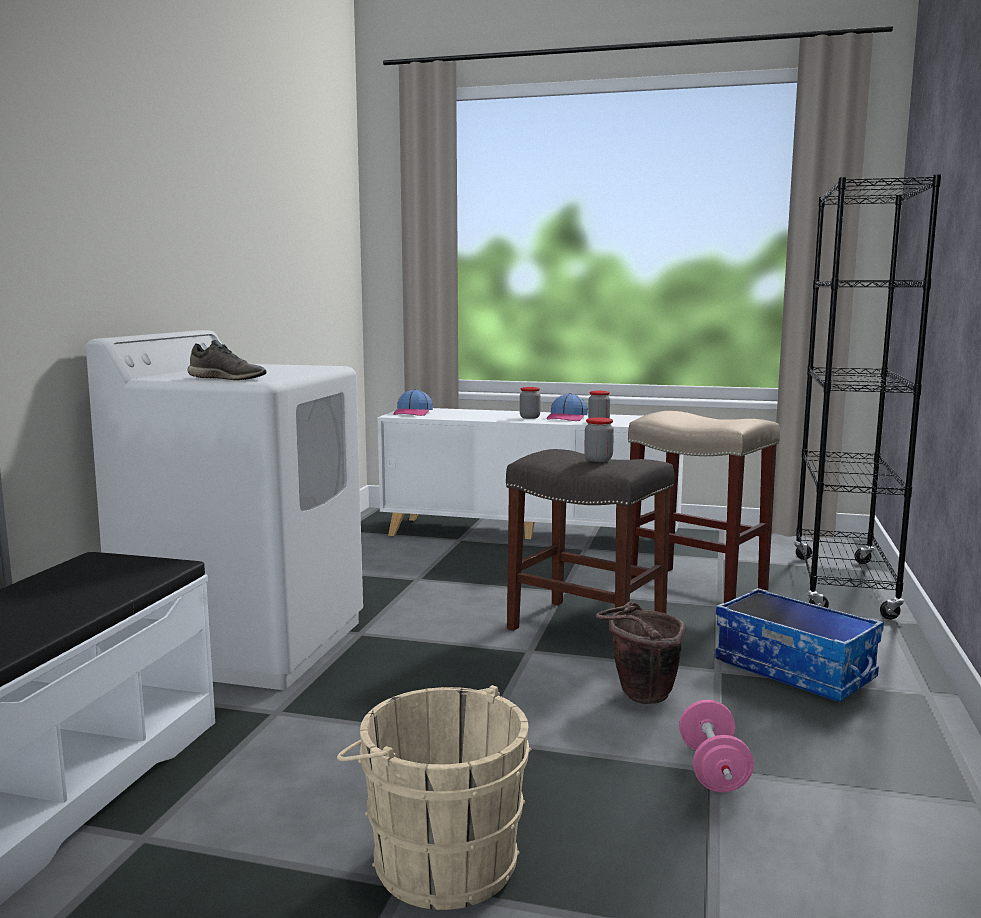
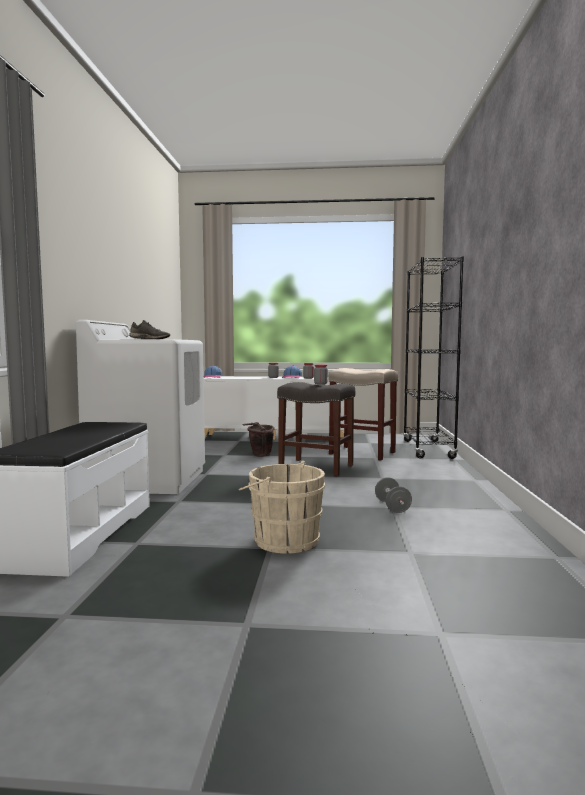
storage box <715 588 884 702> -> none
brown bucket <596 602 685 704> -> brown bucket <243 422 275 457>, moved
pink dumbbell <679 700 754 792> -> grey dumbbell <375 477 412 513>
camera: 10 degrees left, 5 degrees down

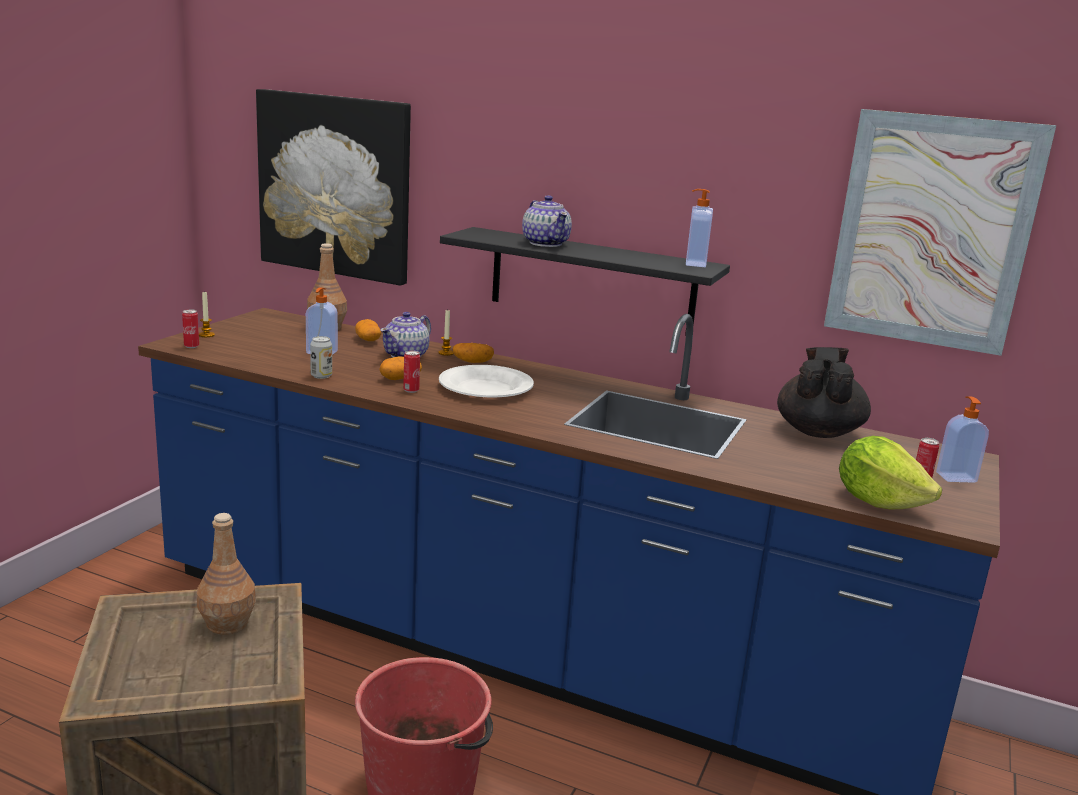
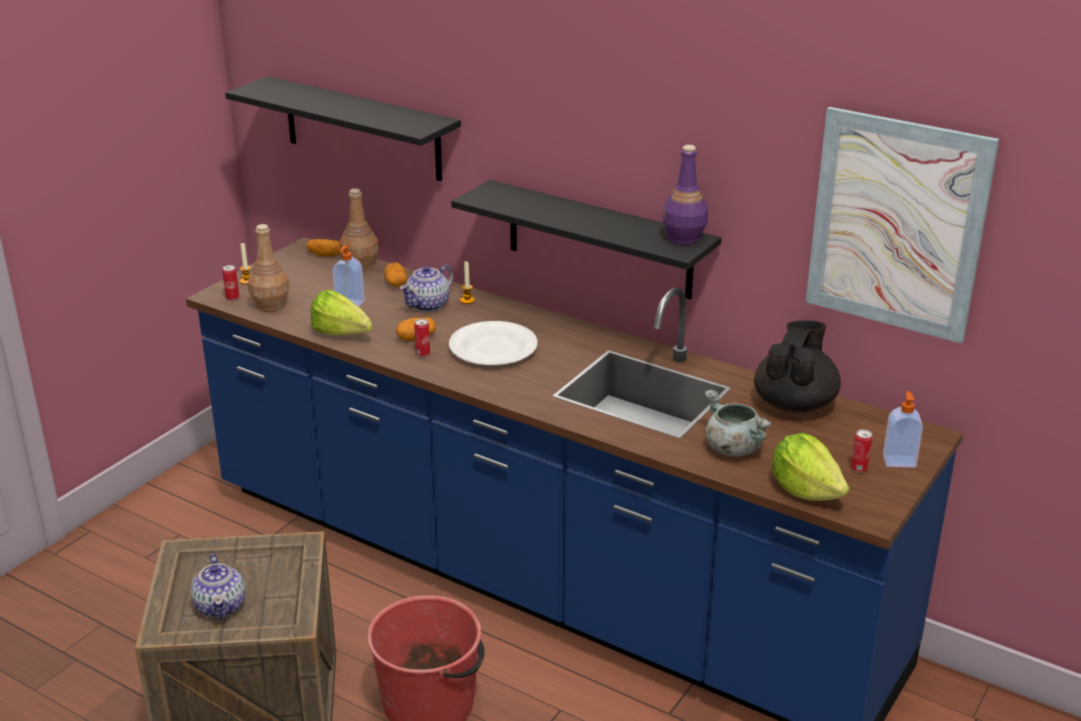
picture <256 89 411 286> -> black shelf <225 76 461 181>
soap dispenser <686 189 713 267> -> purple bottle <662 145 708 245>
teapot <522 195 572 247> -> teapot <191 554 246 619>, moved
can <310 336 332 379> -> lettuce <311 289 373 335>
potato <453 343 494 363> -> potato <306 239 340 257>, moved
brown bottle <197 513 256 635> -> brown bottle <248 224 289 311>, moved
none -> grey cooking pot <704 390 772 456>
camera: 10 degrees right, 10 degrees up

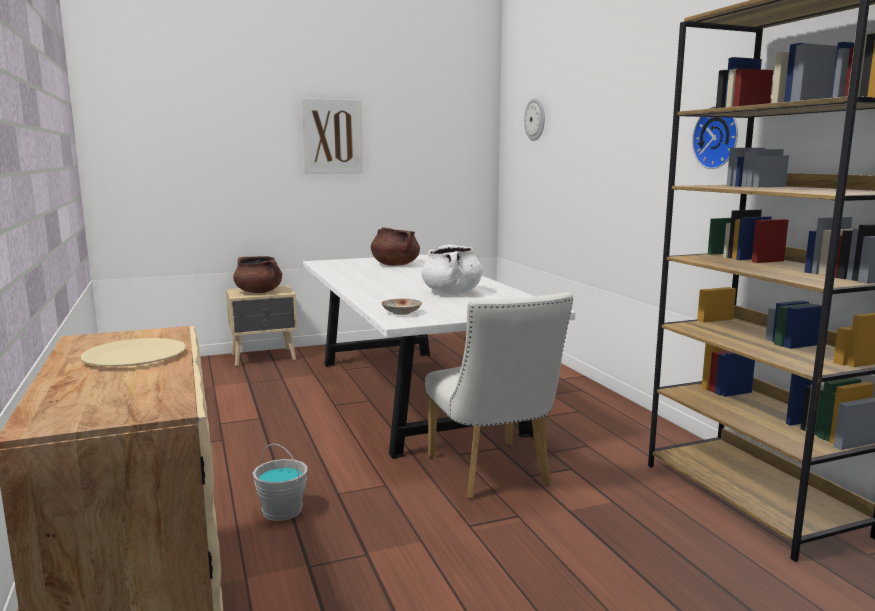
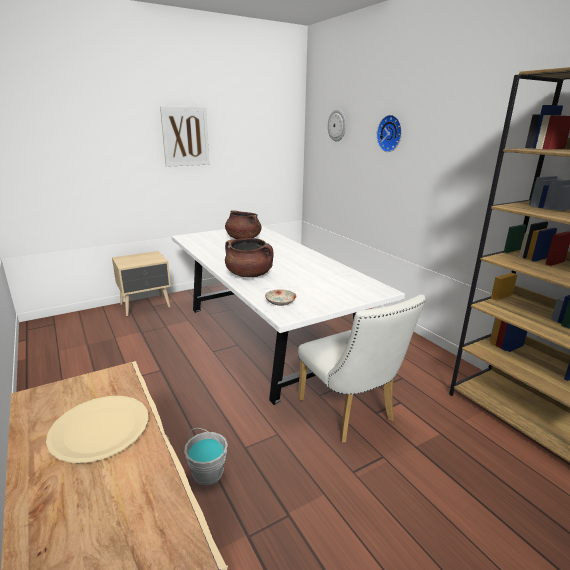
wall clock <692 106 738 169> -> wall clock <376 115 402 152>, moved
white cooking pot <422 245 483 294> -> none
brown cooking pot <233 256 282 293> -> brown cooking pot <225 238 274 277>, moved
camera: 10 degrees left, 10 degrees up

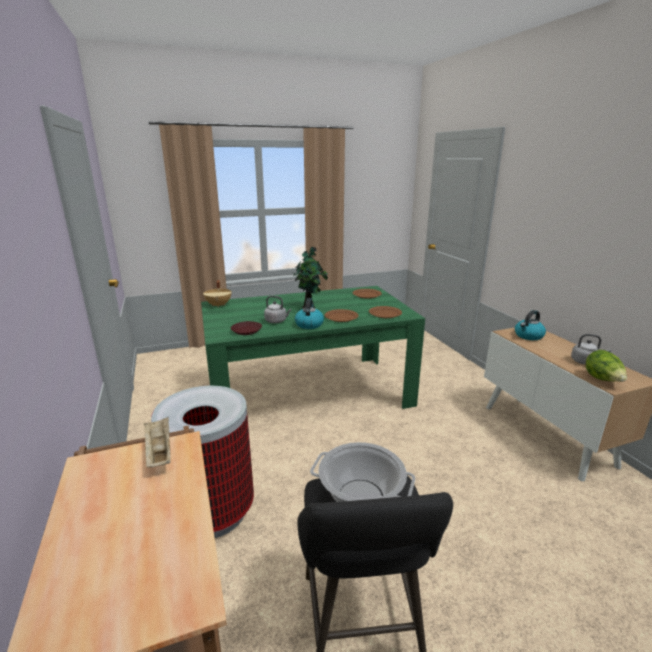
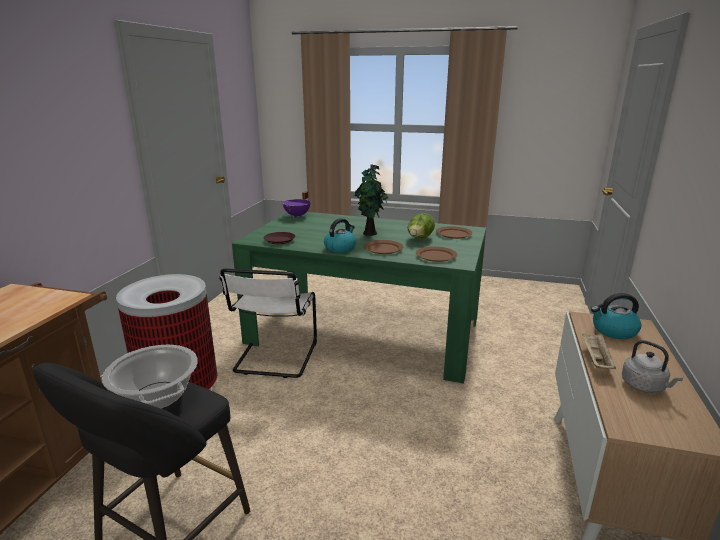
beige cooking pot <203 280 231 308> -> purple cooking pot <283 191 311 218>
grey kettle <264 296 291 323> -> none
lettuce <586 350 627 382> -> lettuce <408 213 435 239>, moved
beige tray <144 417 171 468> -> beige tray <582 334 616 369>, moved
none -> white chair <220 269 317 378>
camera: 35 degrees right, 0 degrees up

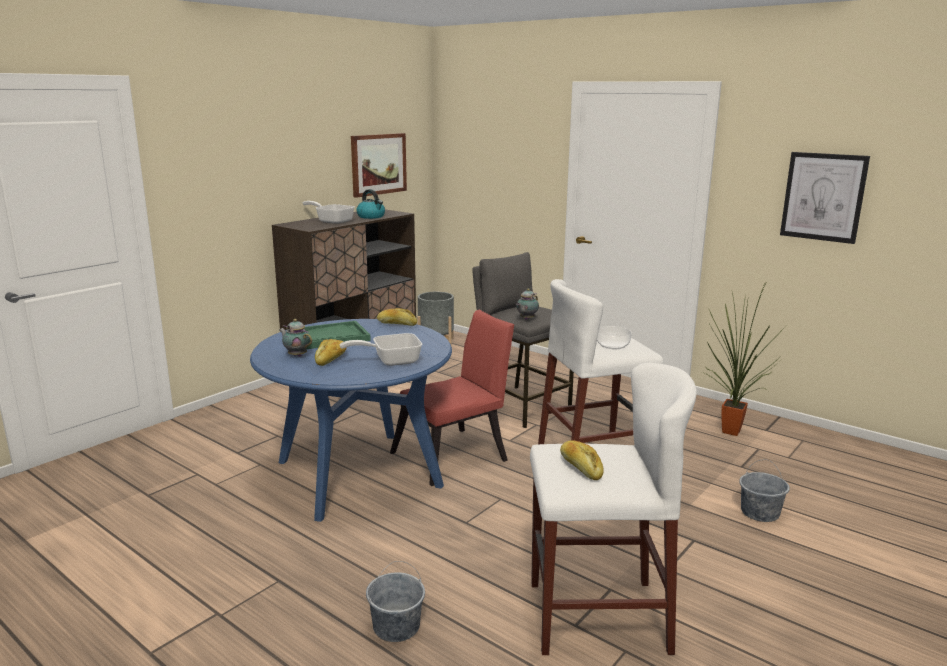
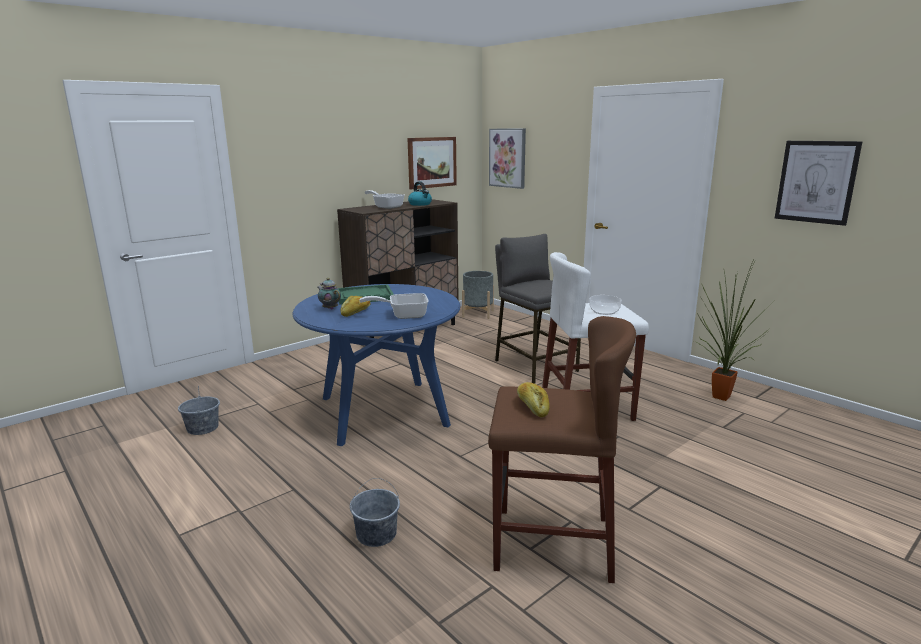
teapot <516 288 539 320> -> none
bread <377 308 417 326> -> none
red chair <390 310 514 486> -> none
white stool <530 363 696 655> -> brown stool <488 316 636 583>
grey bucket <739 460 790 522> -> grey bucket <178 386 220 435>, moved
none -> picture <489 129 526 189>
camera: 10 degrees right, 0 degrees up

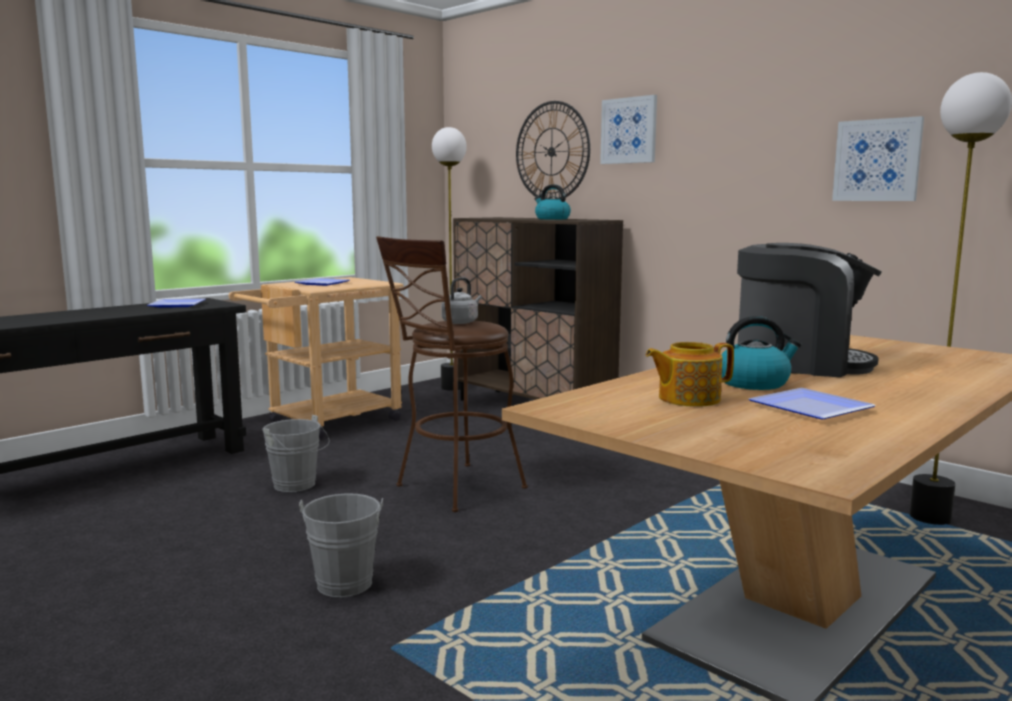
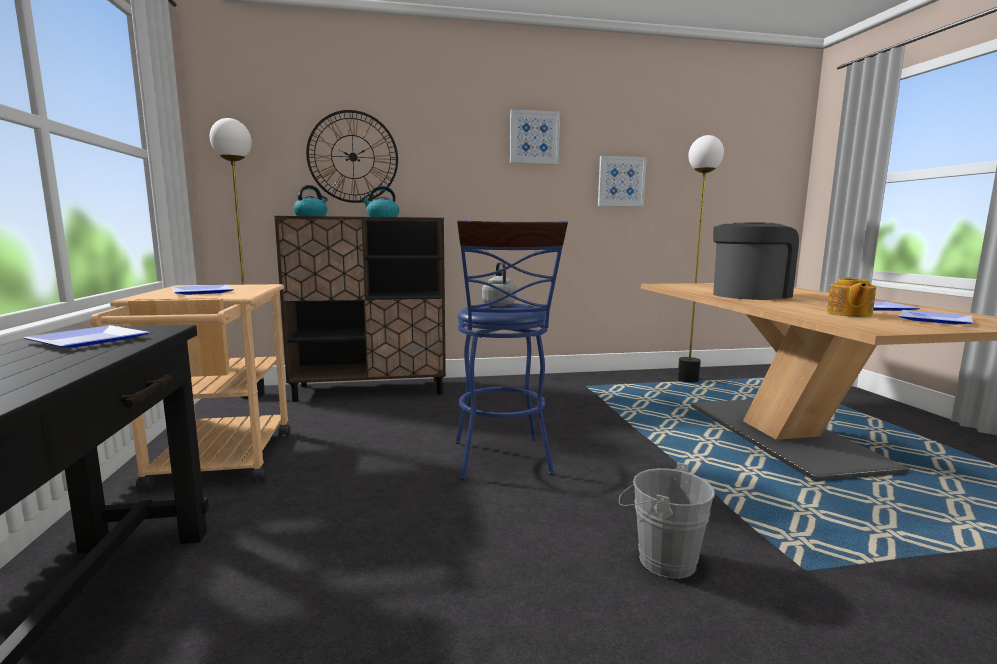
picture <600 95 657 164> -> picture <510 109 560 164>, moved
brown stool <376 236 528 512> -> blue stool <455 220 568 480>
kettle <721 316 801 390> -> kettle <293 185 328 216>, moved
grey bucket <262 415 330 492> -> none
none -> plate <898 310 973 324>
camera: 55 degrees left, 0 degrees up

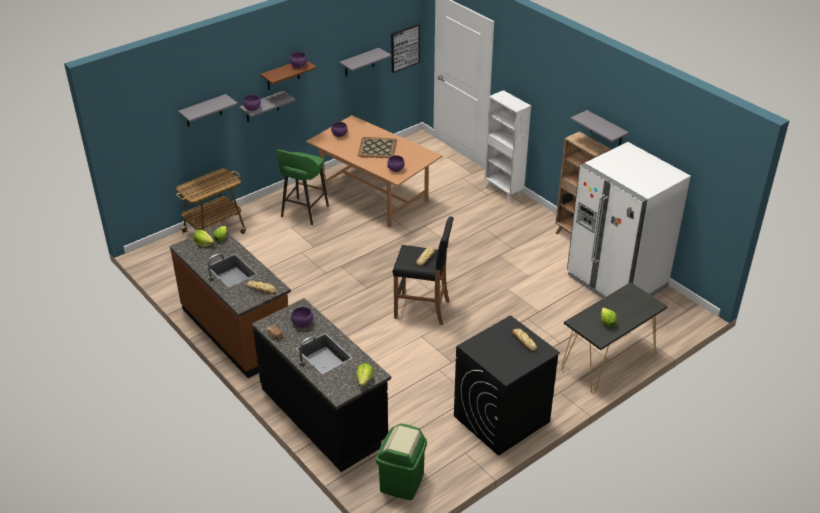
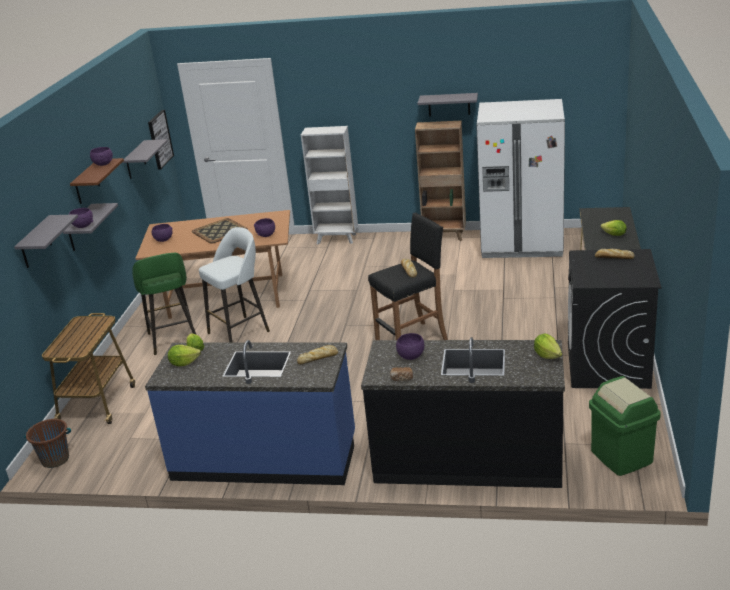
brown counter <170 225 291 378> -> blue counter <145 340 355 485>
none -> white stool <199 227 270 343>
none -> brown bucket <24 419 71 468>
camera: 40 degrees left, 10 degrees down

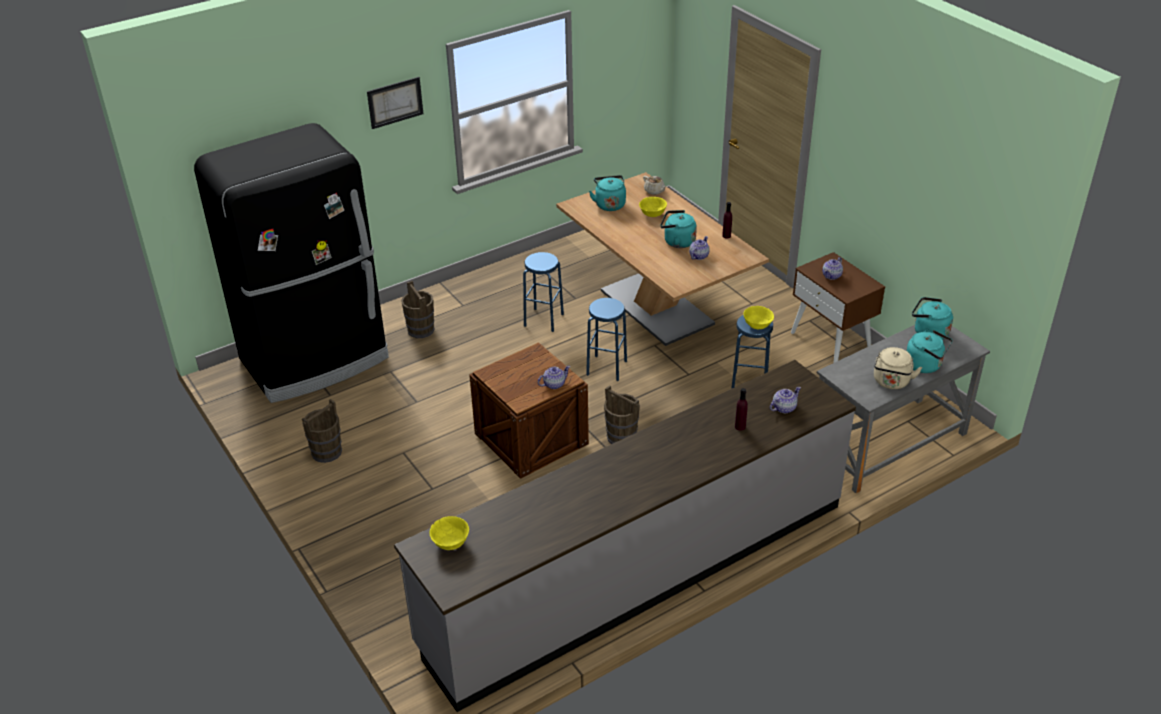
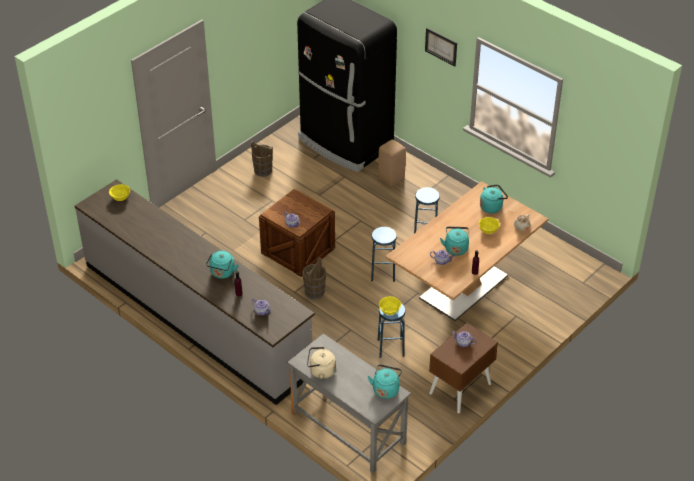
brown bucket <401 281 434 338> -> beige stool <378 140 406 187>
turquoise kettle <906 330 952 373> -> turquoise kettle <206 251 239 279>, moved
camera: 75 degrees right, 5 degrees up

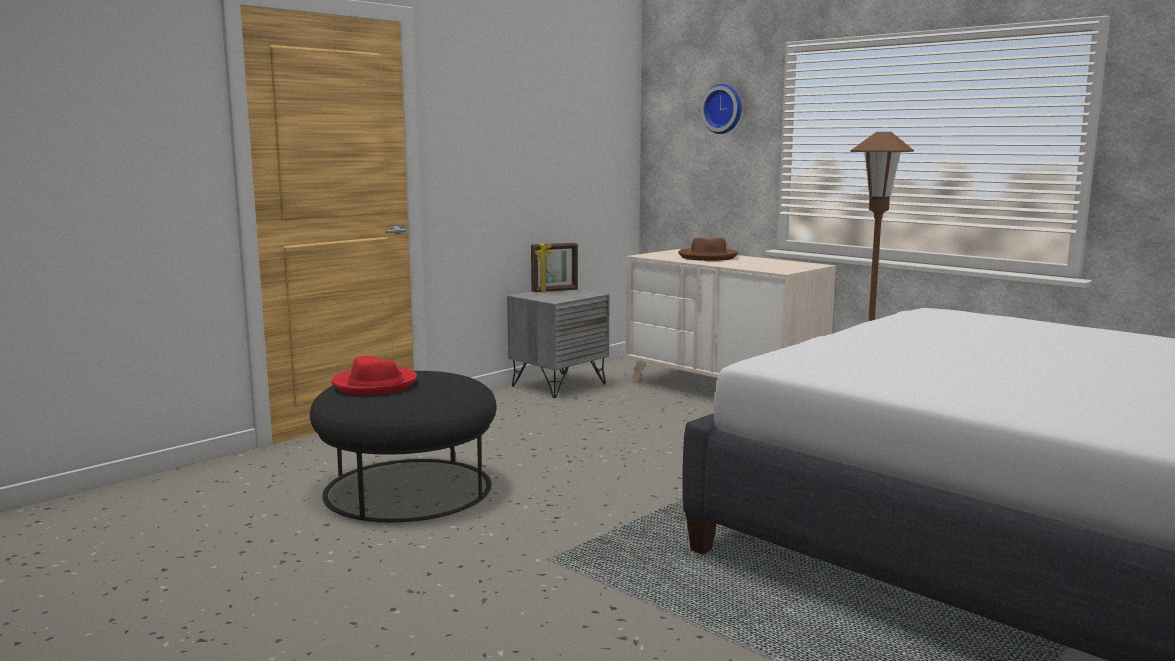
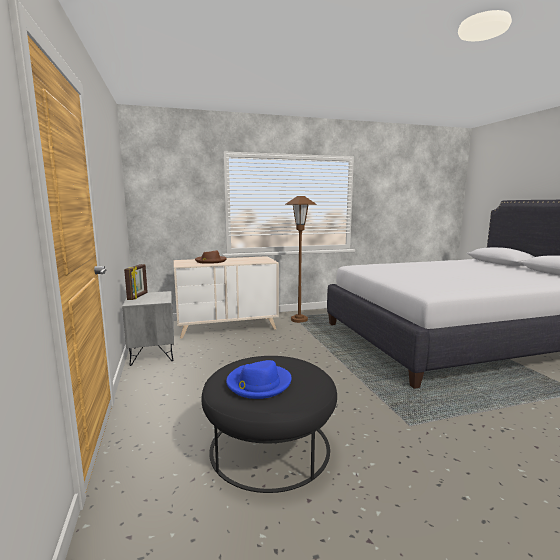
wall clock <701 84 742 134> -> none
red hat <331 356 417 395> -> blue hat <226 360 292 399>
camera: 60 degrees left, 0 degrees up

